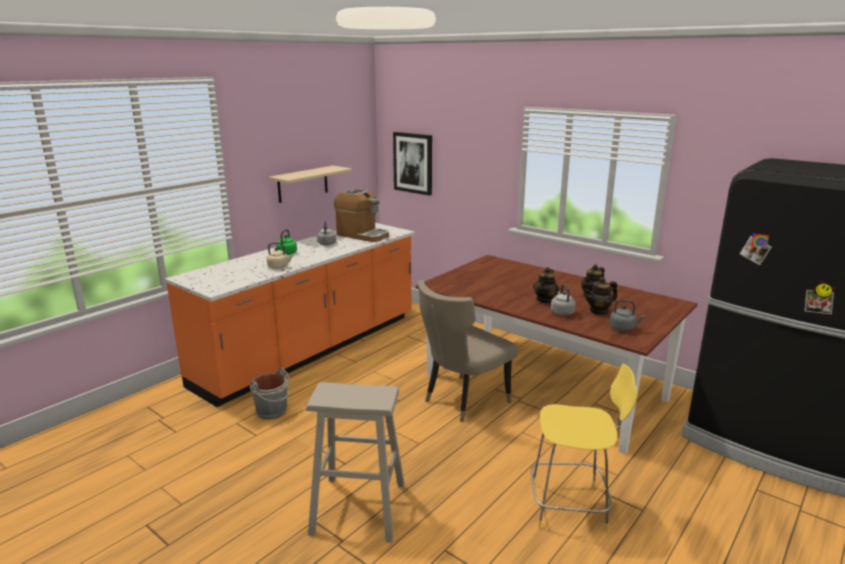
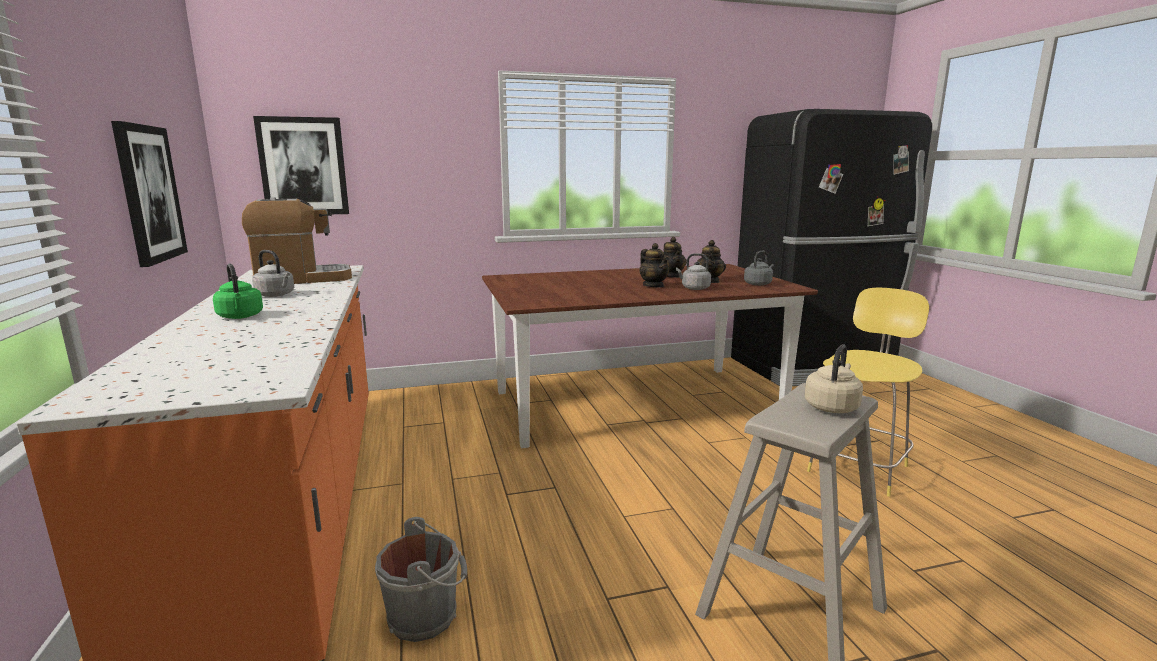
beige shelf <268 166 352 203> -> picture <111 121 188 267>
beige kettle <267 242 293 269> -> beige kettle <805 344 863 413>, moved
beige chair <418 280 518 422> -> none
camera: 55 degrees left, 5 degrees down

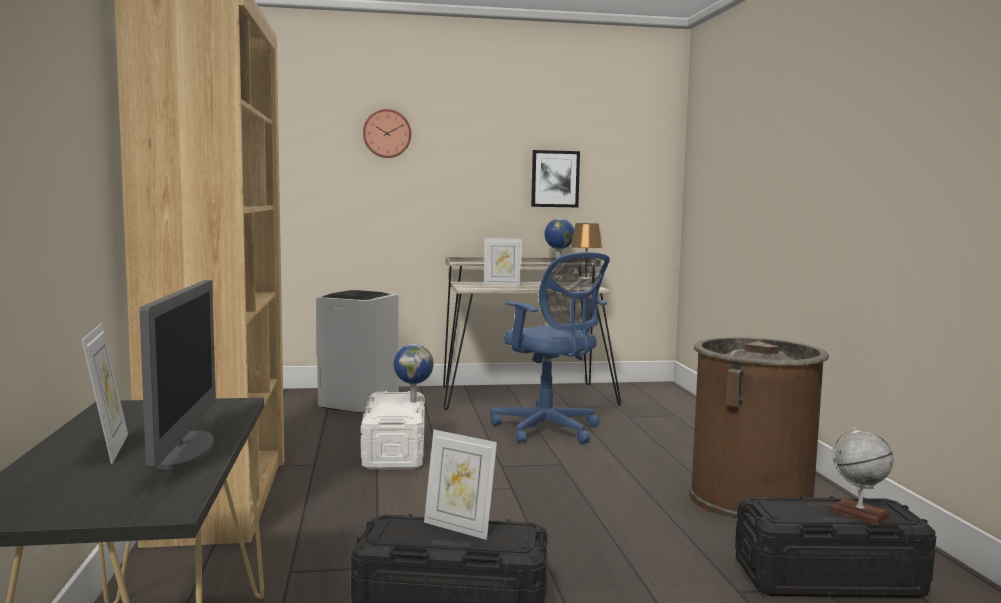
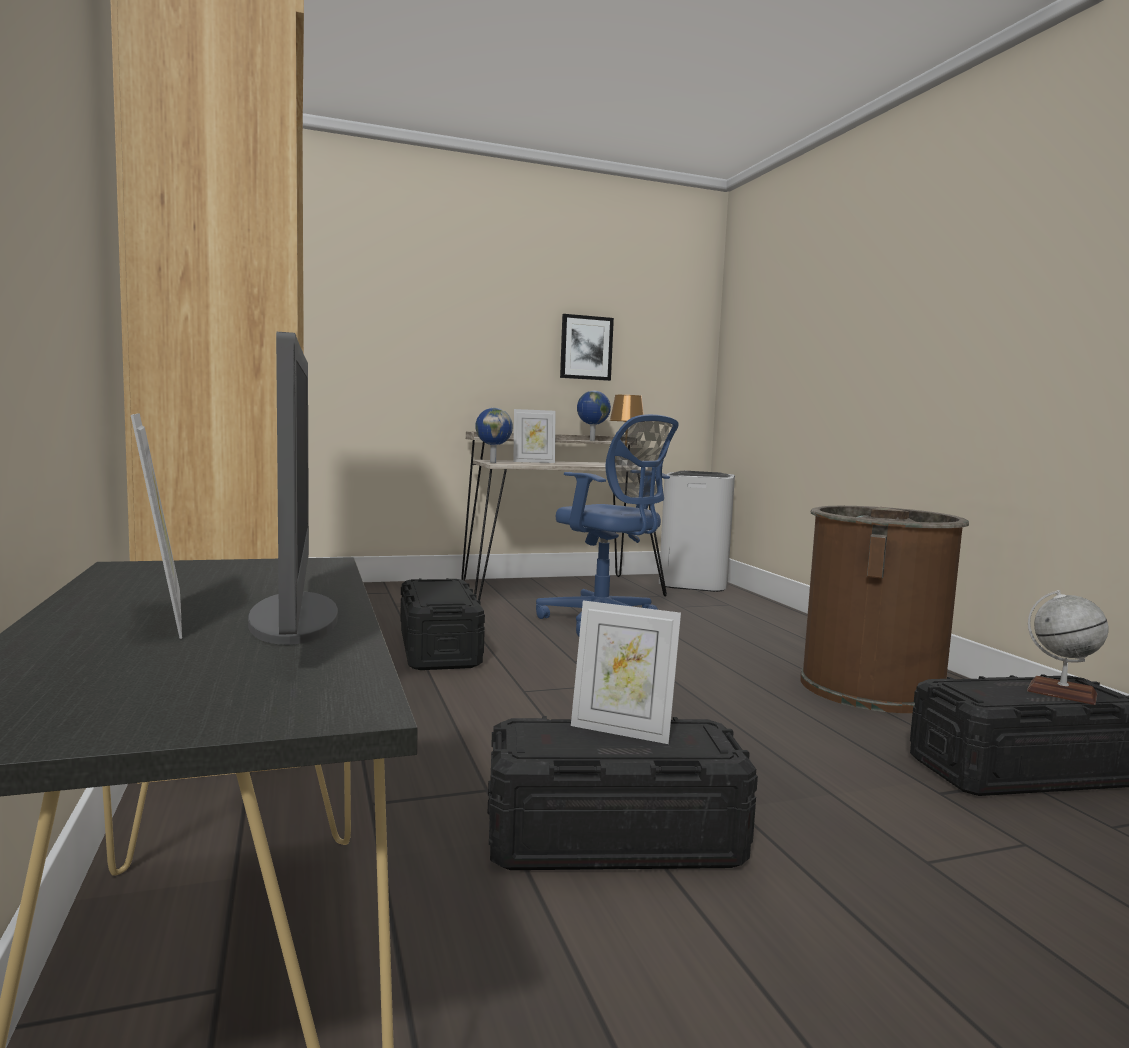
wall clock <363 109 411 158> -> none
white trash can <317 290 399 413> -> white trash can <659 471 735 592>, moved
globe <394 344 434 402> -> globe <475 408 513 463>, moved
white storage box <361 391 425 470> -> black storage box <400 578 485 670>
camera: 10 degrees left, 0 degrees up

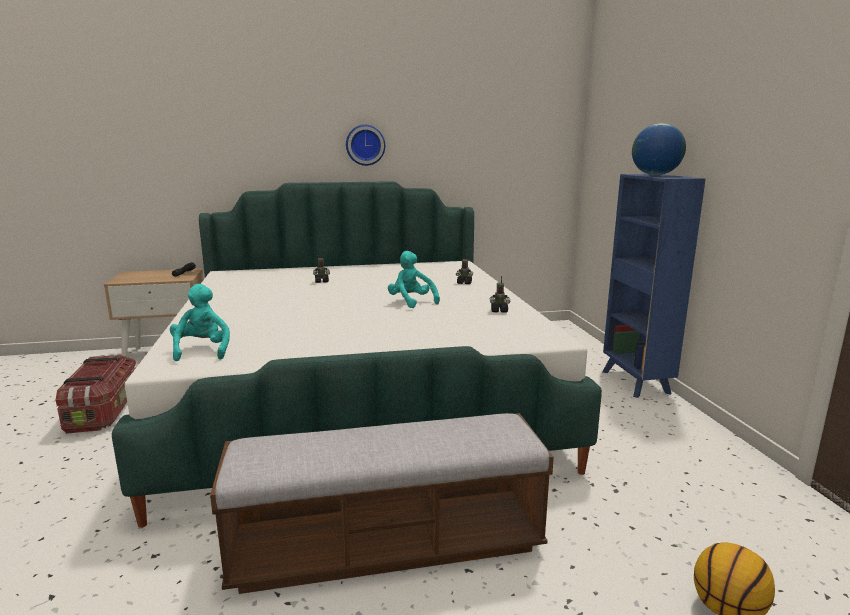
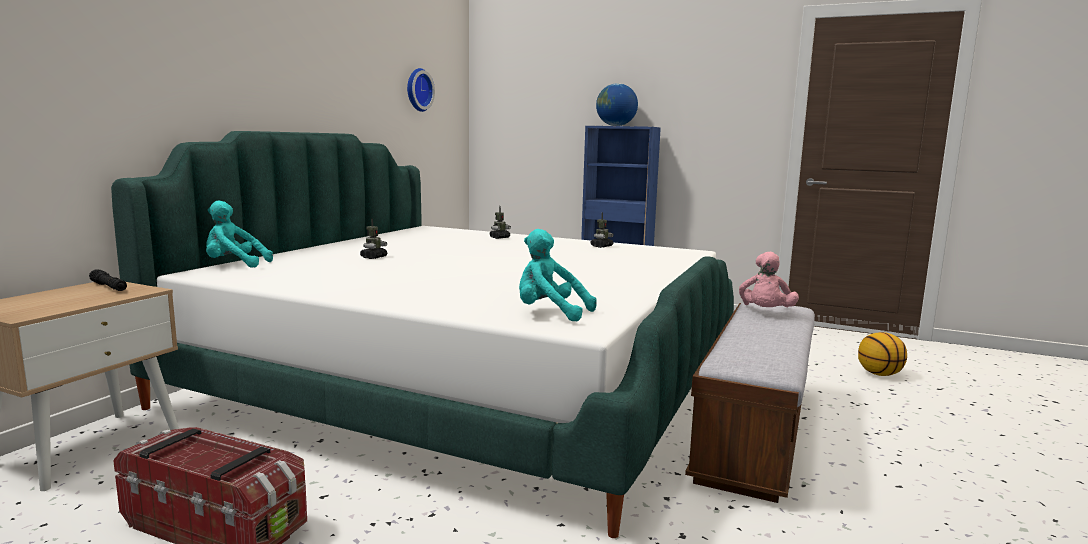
wall clock <346 125 385 166> -> wall clock <407 68 435 112>, moved
turquoise plush toy <388 251 440 308> -> turquoise plush toy <206 200 273 268>, moved
none -> pink plush toy <739 252 799 307>
camera: 55 degrees left, 5 degrees down

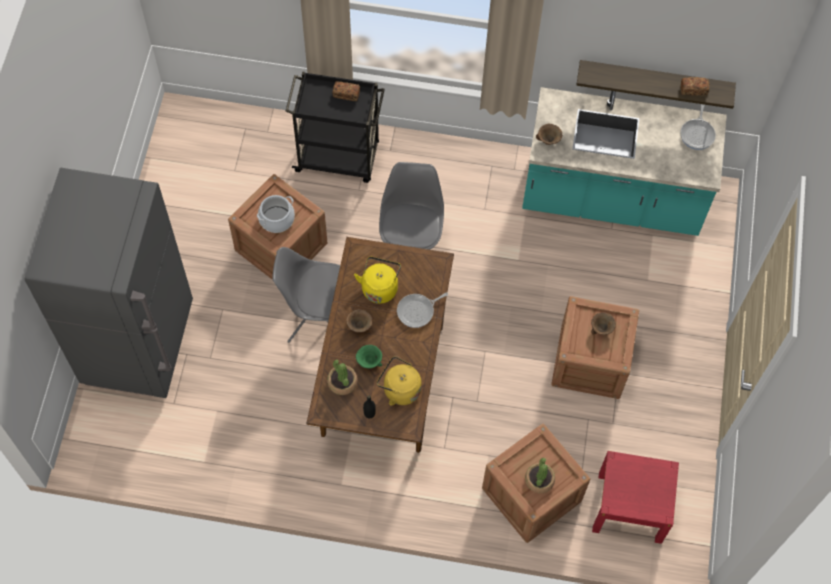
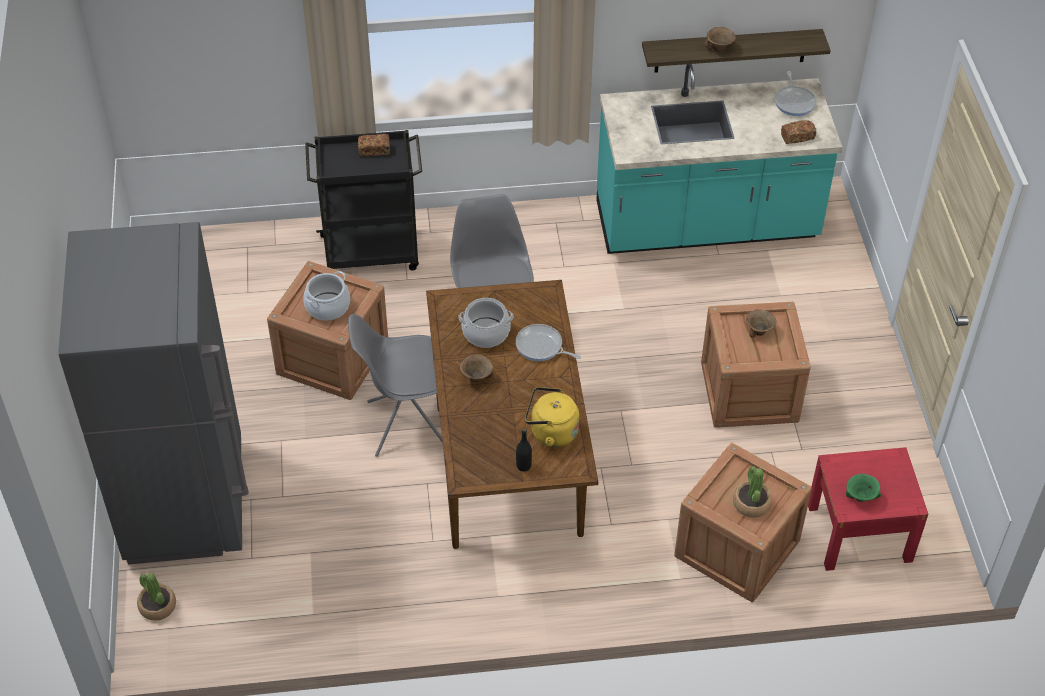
bread <681 77 709 95> -> bread <781 120 816 144>, moved
brown bowl <536 124 562 145> -> brown bowl <705 27 736 52>, moved
yellow kettle <354 257 401 304> -> cooking pot <458 298 513 348>
frying pan <397 293 448 328> -> frying pan <516 324 581 361>, 75 degrees clockwise
green bowl <356 345 382 369> -> green bowl <846 474 881 502>, moved
potted plant <327 360 358 395> -> potted plant <137 573 176 621>, moved
camera: 15 degrees left, 15 degrees down

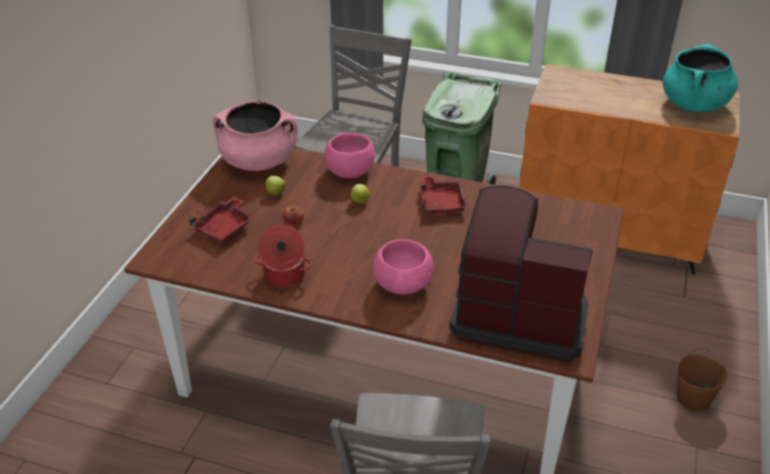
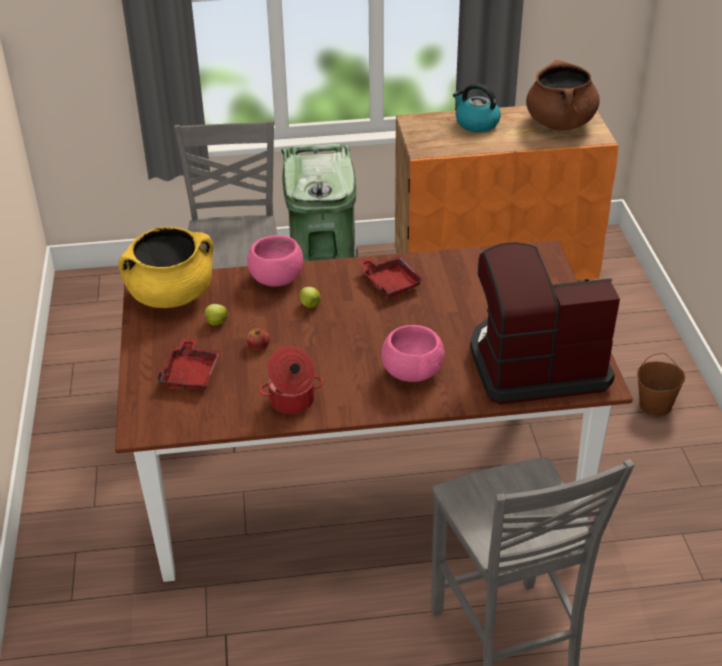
turquoise cooking pot <663 44 738 112> -> brown cooking pot <526 60 600 131>
pink cooking pot <213 101 298 171> -> yellow cooking pot <119 227 214 308>
none -> kettle <453 83 501 132>
camera: 25 degrees left, 0 degrees up

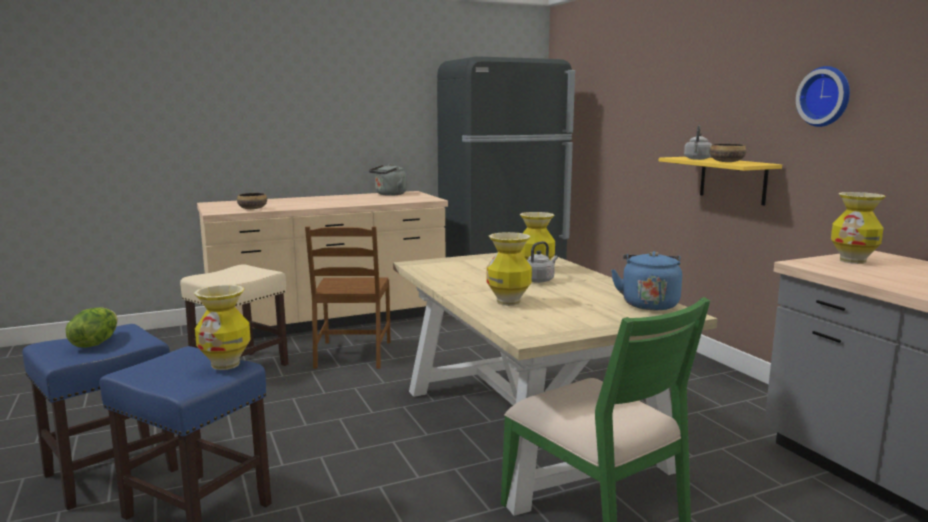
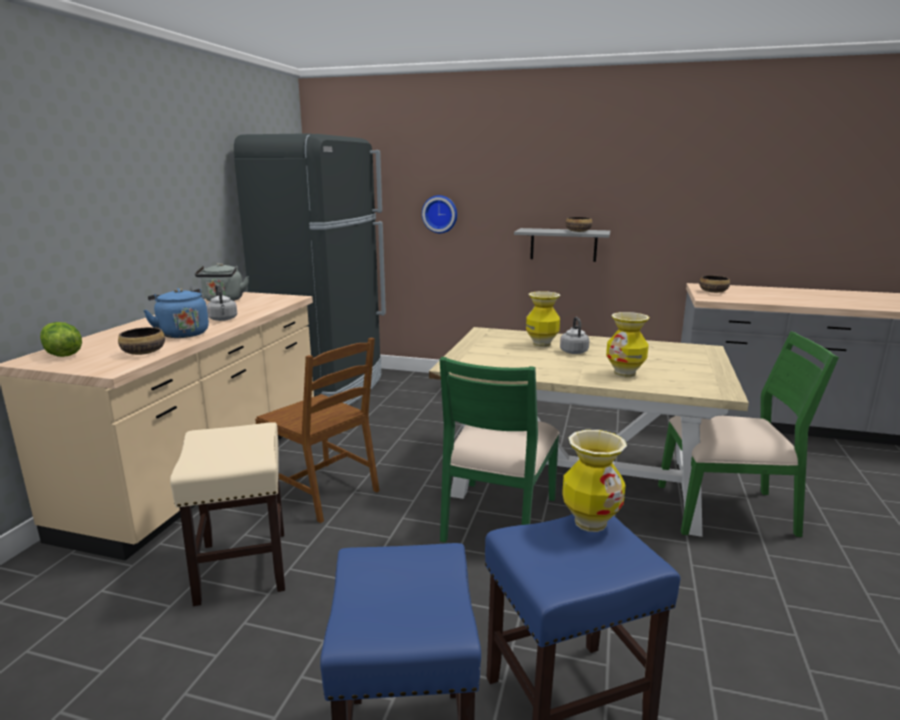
wall clock <796 66 850 127> -> wall clock <422 195 457 233>, moved
grey kettle <684 125 712 160> -> grey kettle <207 284 237 321>, moved
yellow shelf <659 157 782 205> -> grey shelf <514 228 610 262>
vase <831 192 886 264> -> bowl <699 275 730 293>
blue kettle <611 251 682 310> -> blue kettle <143 288 209 338>, moved
lettuce <66 307 118 348> -> lettuce <40 322 82 357>, moved
none -> green chair <440 357 559 543>
camera: 50 degrees left, 5 degrees up

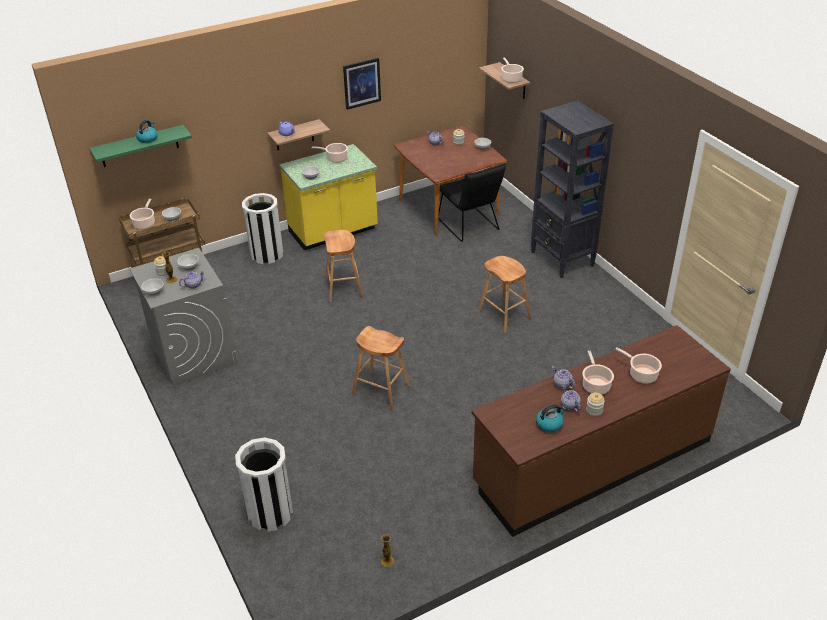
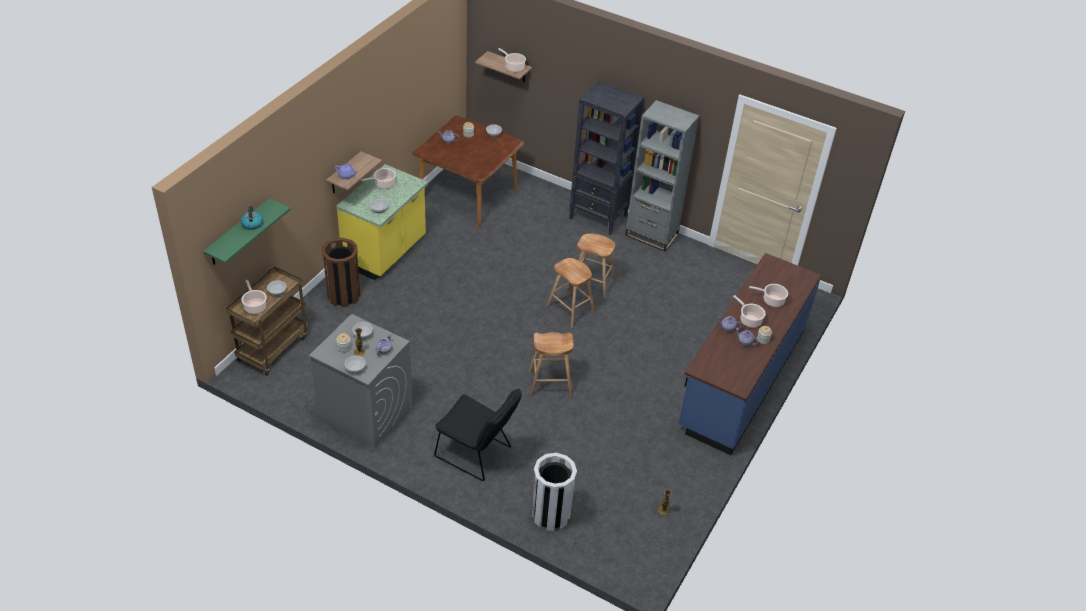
picture <343 58 381 110> -> none
black chair <438 163 506 242> -> black chair <434 388 522 481>, moved
white trash can <242 193 283 264> -> brown trash can <322 238 360 307>
brown stool <324 230 363 302> -> brown stool <546 258 595 328>, moved
brown counter <472 325 731 537> -> blue counter <678 253 822 455>
kettle <536 404 566 433> -> none
none -> grey bookcase <625 100 700 252>
camera: 35 degrees left, 5 degrees up

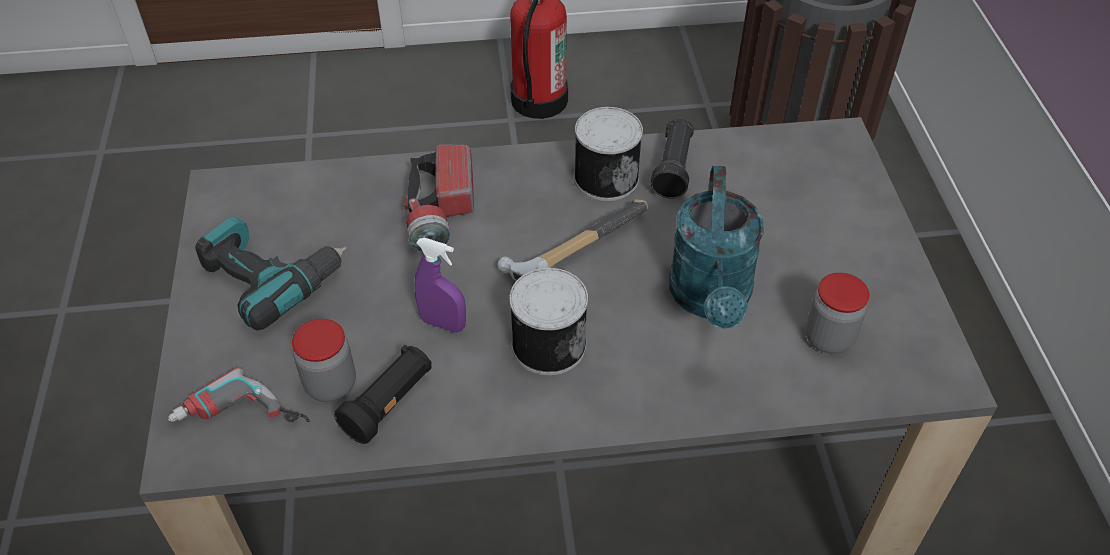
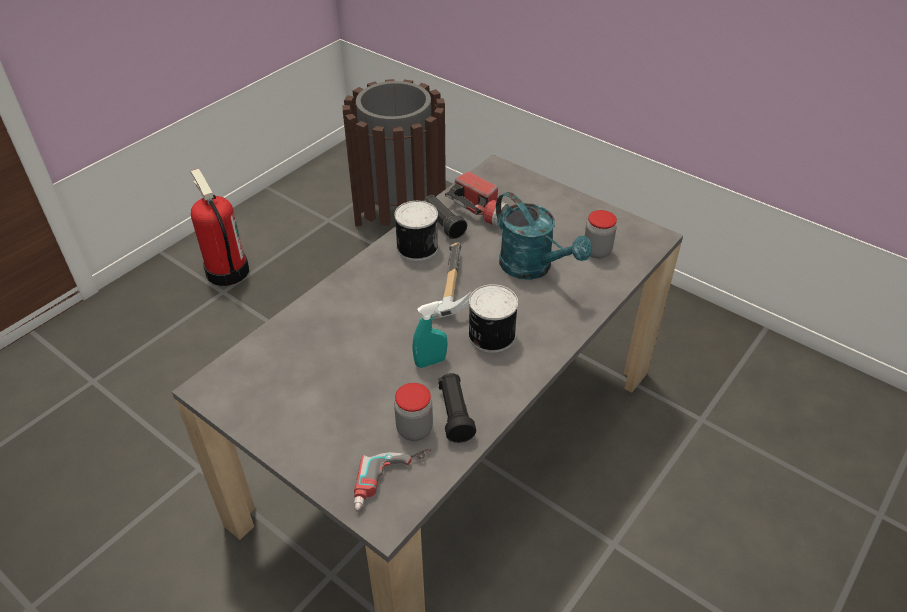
flashlight <404 144 474 252> -> flashlight <445 171 509 228>, moved
power drill <195 216 347 330> -> none
purple spray bottle <414 238 466 333> -> turquoise spray bottle <412 301 447 368>
camera: 45 degrees left, 5 degrees down

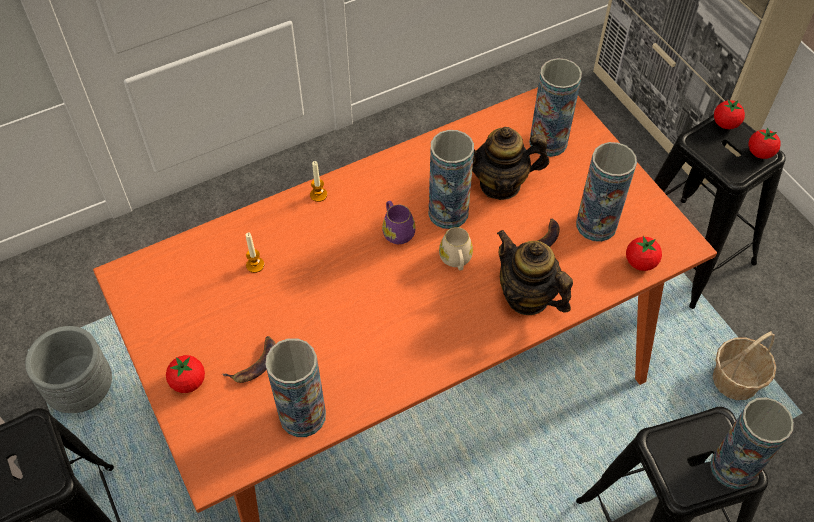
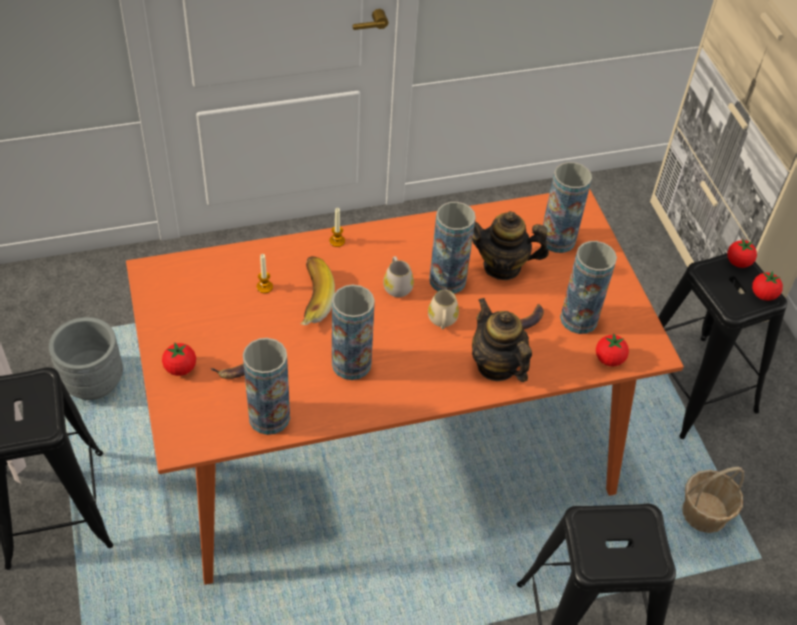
purple mug <382 201 416 244> -> white mug <383 256 414 297>
vase <710 397 794 489> -> vase <332 285 375 380>, moved
none -> banana <300 256 335 325>
camera: 10 degrees right, 5 degrees down

